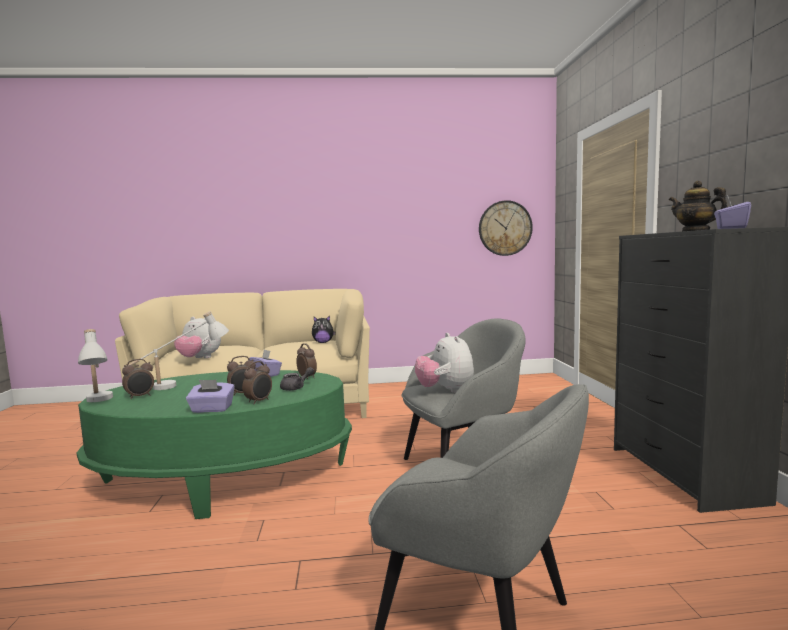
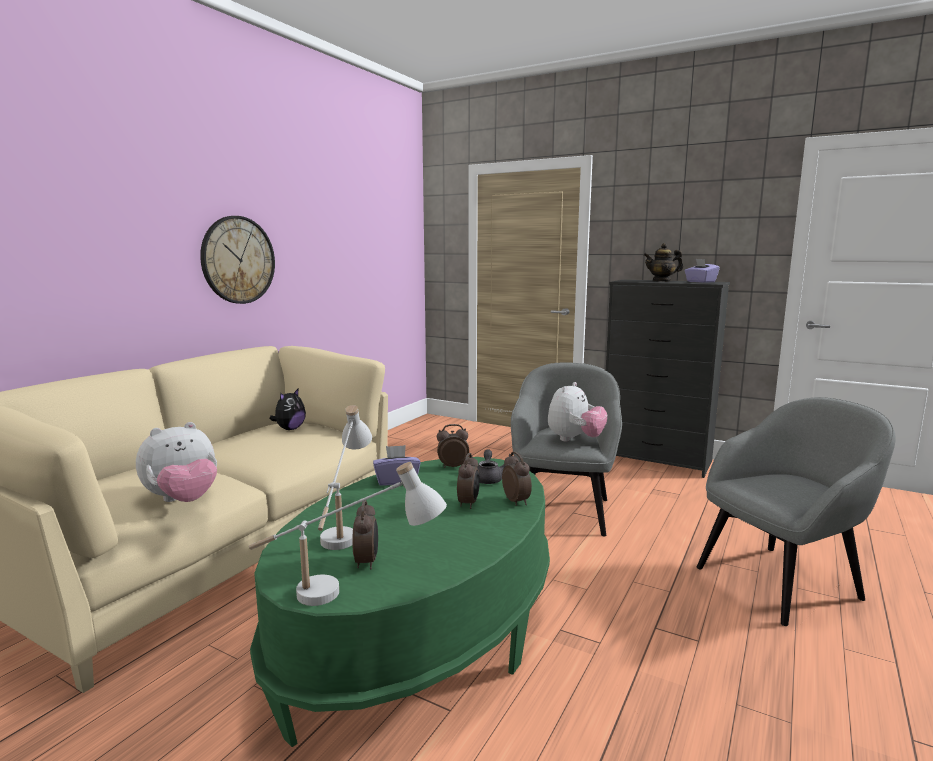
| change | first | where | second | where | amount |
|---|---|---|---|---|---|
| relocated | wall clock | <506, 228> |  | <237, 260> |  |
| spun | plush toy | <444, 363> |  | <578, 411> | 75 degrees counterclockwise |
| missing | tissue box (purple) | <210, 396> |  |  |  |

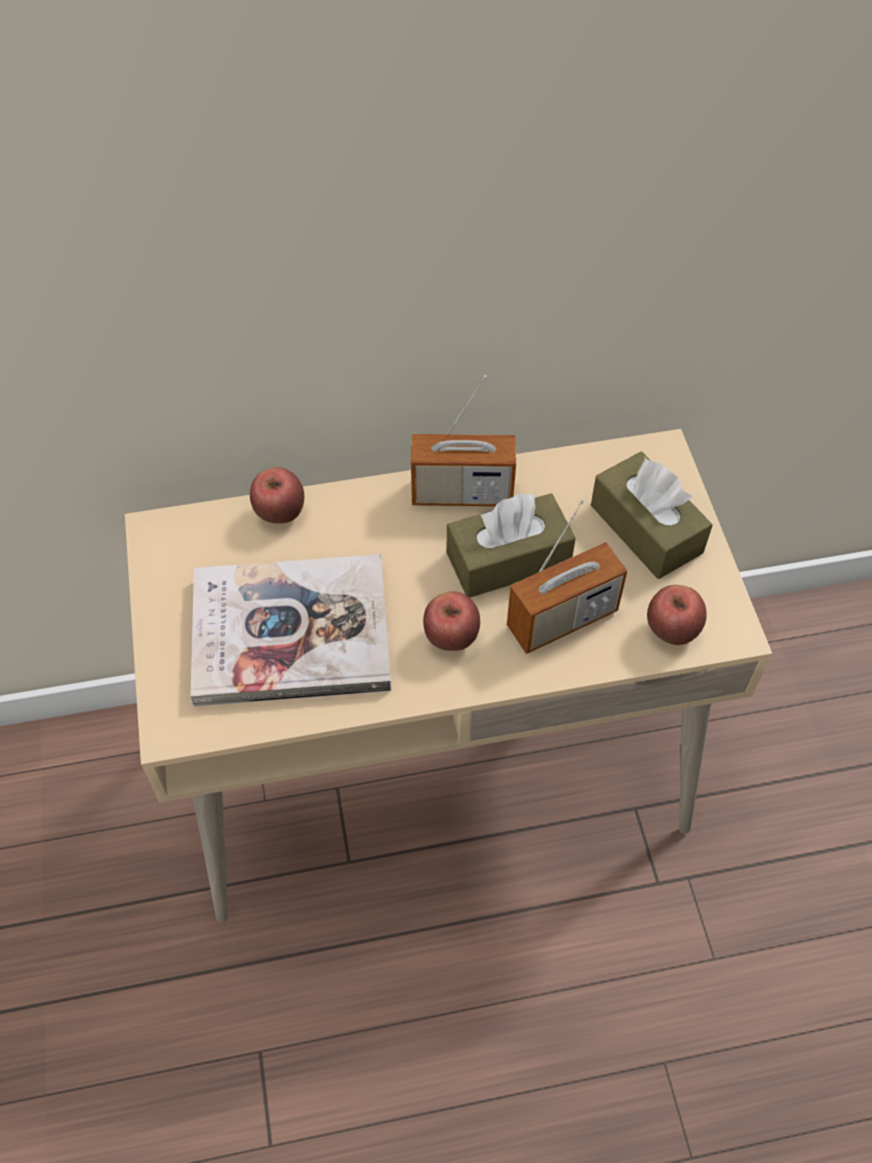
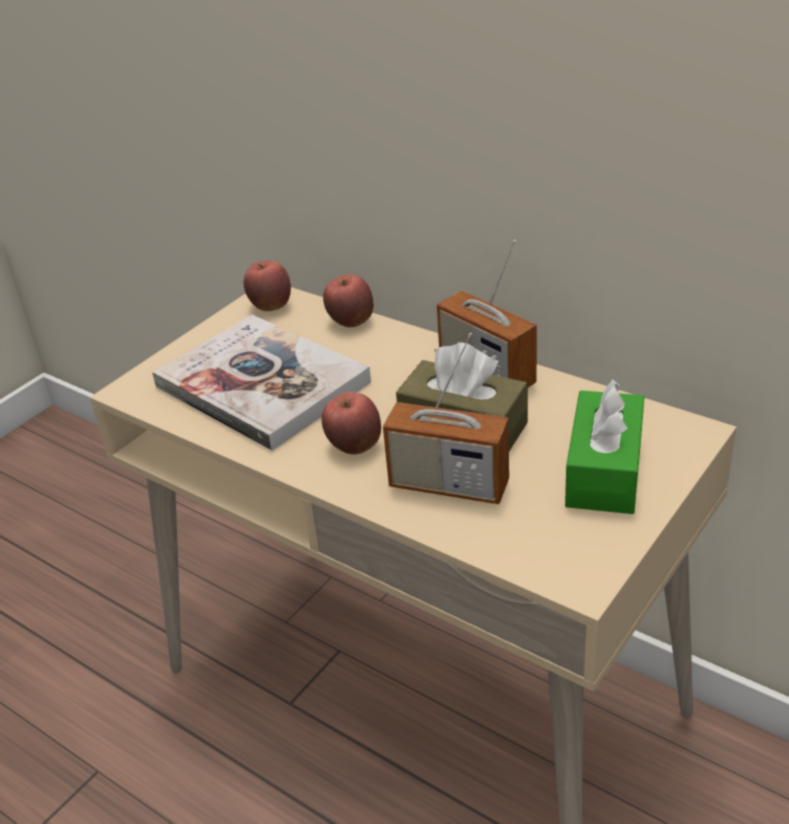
| change | first | where | second | where | amount |
|---|---|---|---|---|---|
| colour | tissue box (brown) | <652, 515> | tissue box (green) | <605, 446> |  |
| relocated | apple | <677, 615> |  | <267, 285> |  |

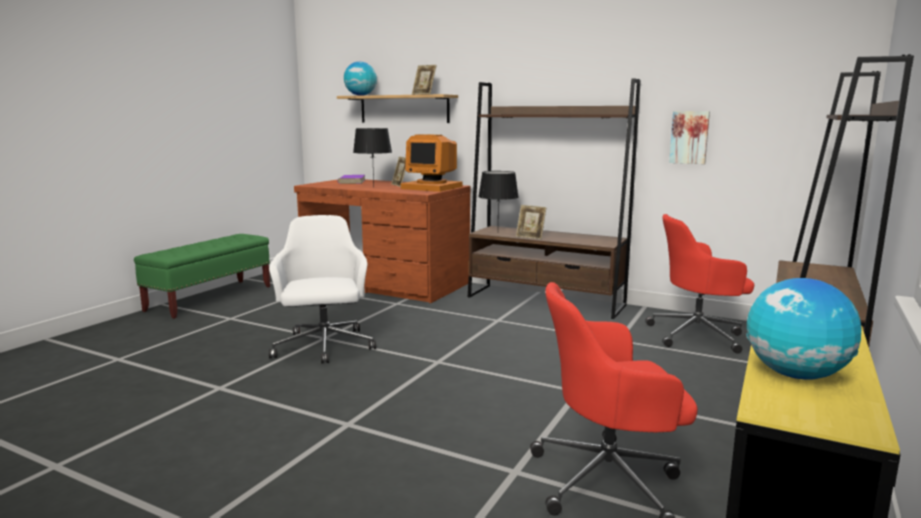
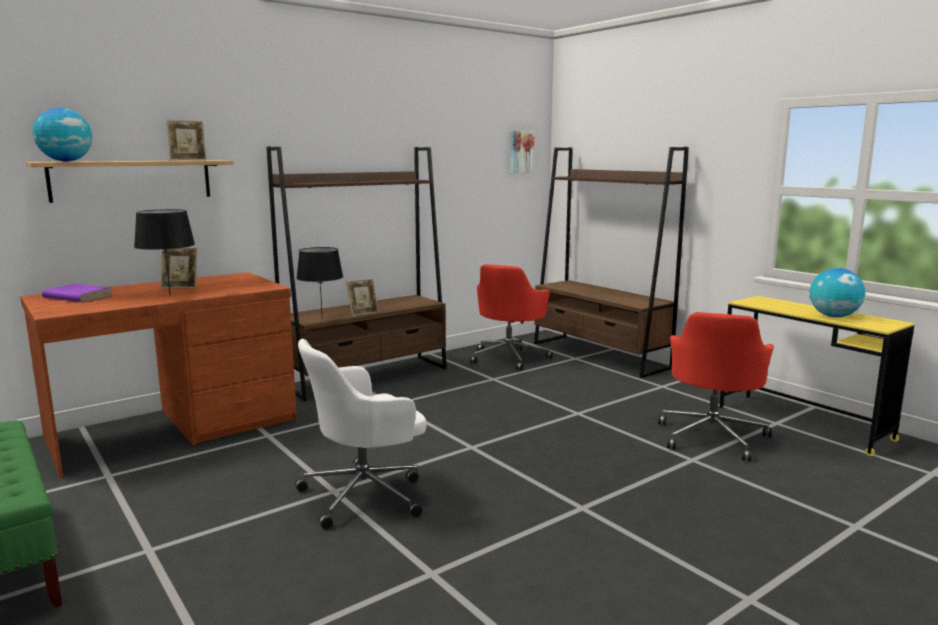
| change | first | where | second | where | amount |
|---|---|---|---|---|---|
| relocated | picture | <689, 137> |  | <522, 151> |  |
| missing | monitor | <431, 163> |  |  |  |
| spun | office chair (white) | <322, 289> |  | <361, 434> | 45 degrees counterclockwise |

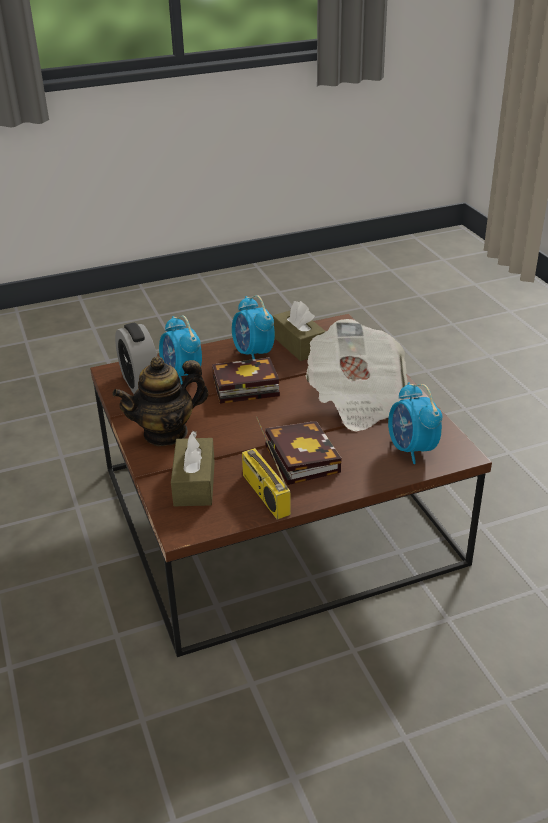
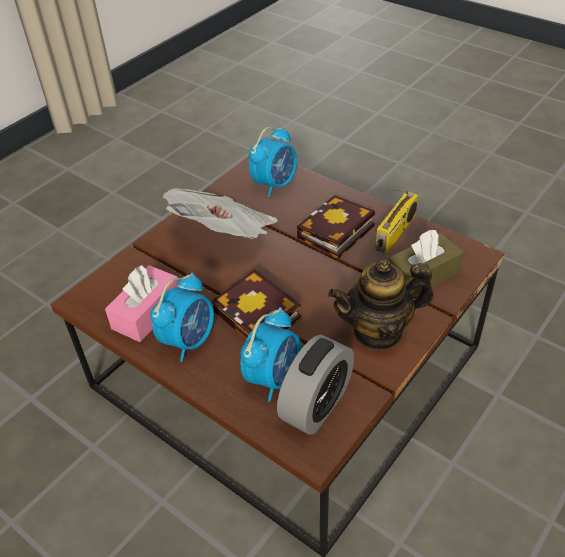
| change | first | where | second | where | amount |
|---|---|---|---|---|---|
| colour | tissue box (brown) | <299, 331> | tissue box (pink) | <141, 303> |  |
| spun | teapot | <160, 401> |  | <380, 304> | 135 degrees clockwise |

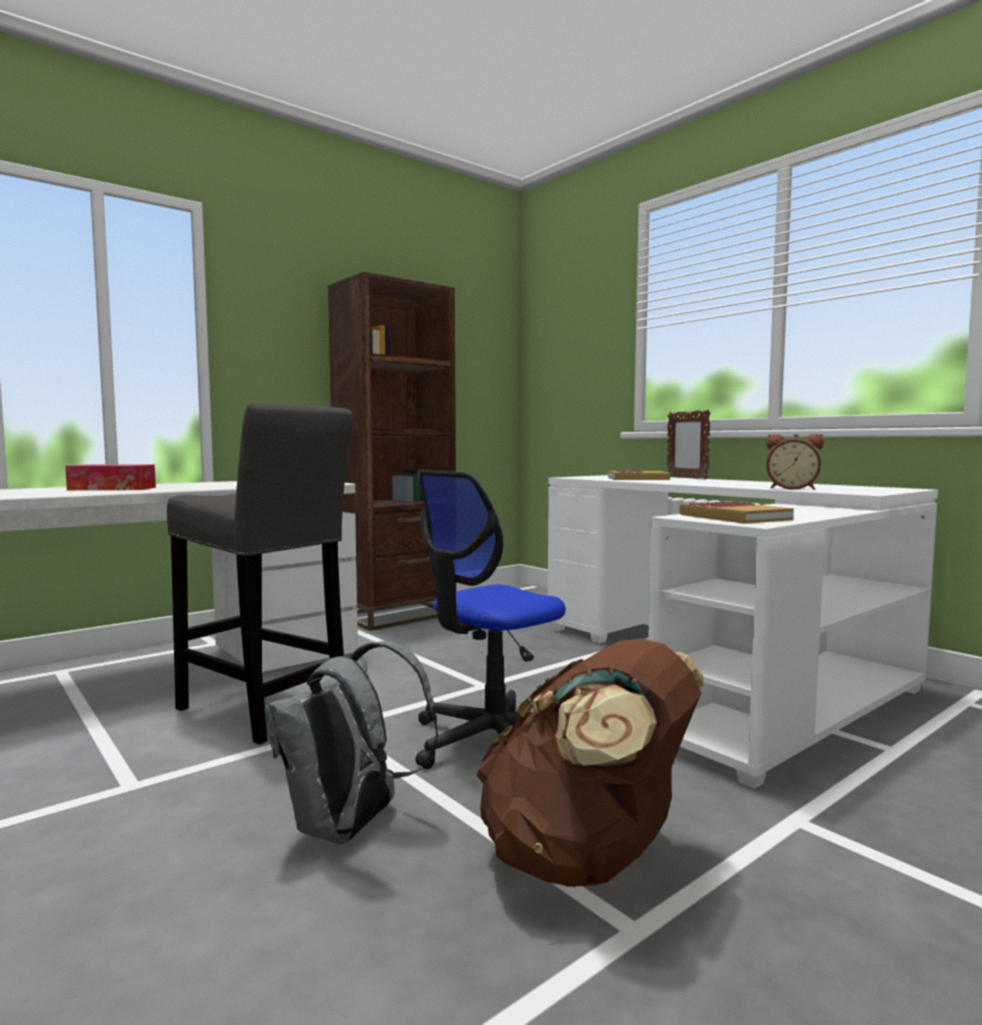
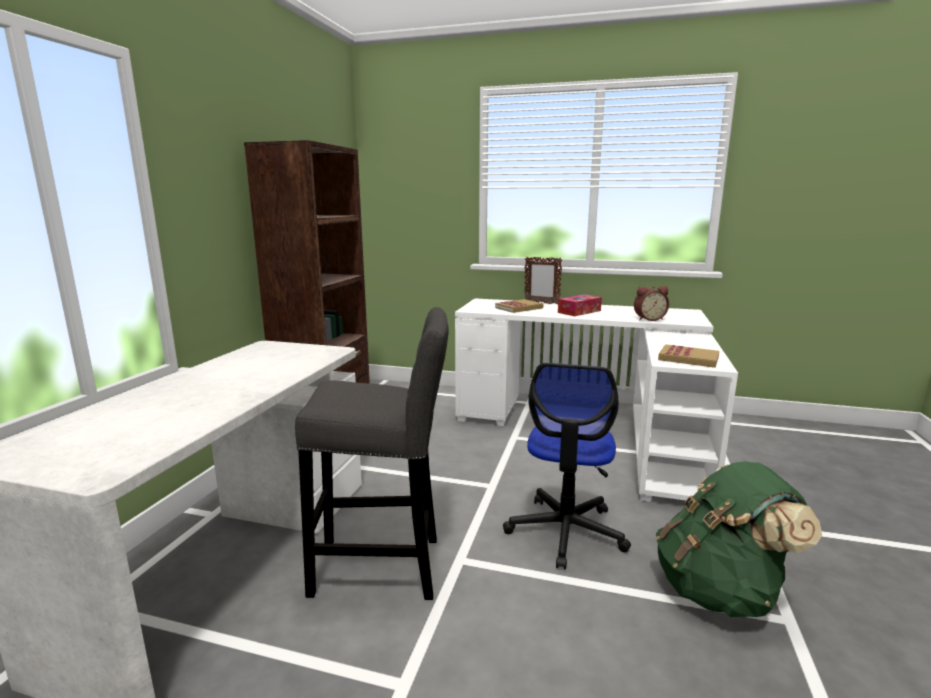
| change | first | where | second | where | amount |
|---|---|---|---|---|---|
| relocated | tissue box | <110, 477> |  | <580, 305> |  |
| colour | backpack (brown) | <590, 762> | backpack (green) | <739, 539> |  |
| missing | backpack (grey) | <351, 742> |  |  |  |

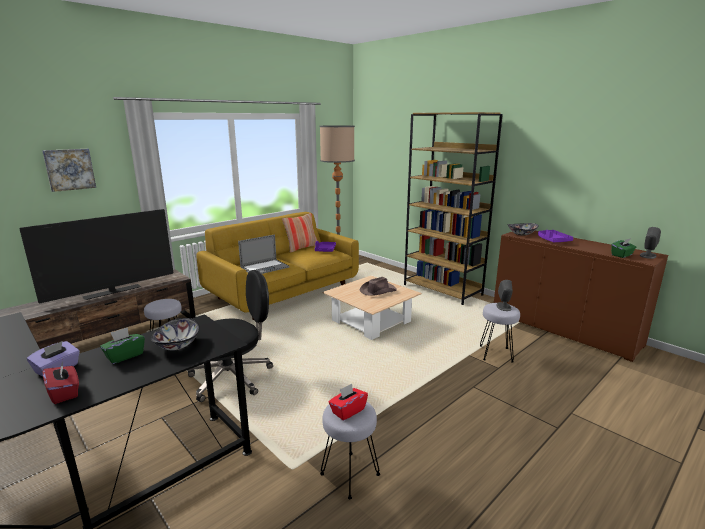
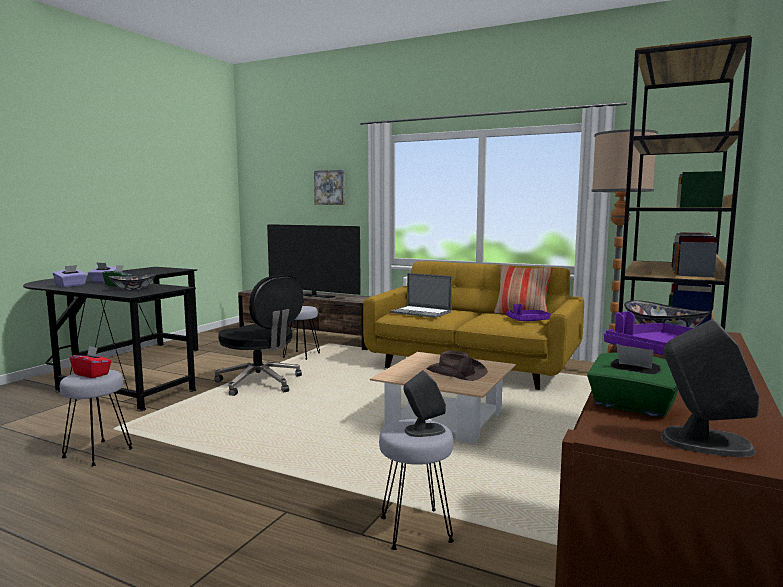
| change | first | where | second | where | amount |
|---|---|---|---|---|---|
| colour | tissue box (red) | <61, 382> | tissue box (purple) | <70, 276> |  |

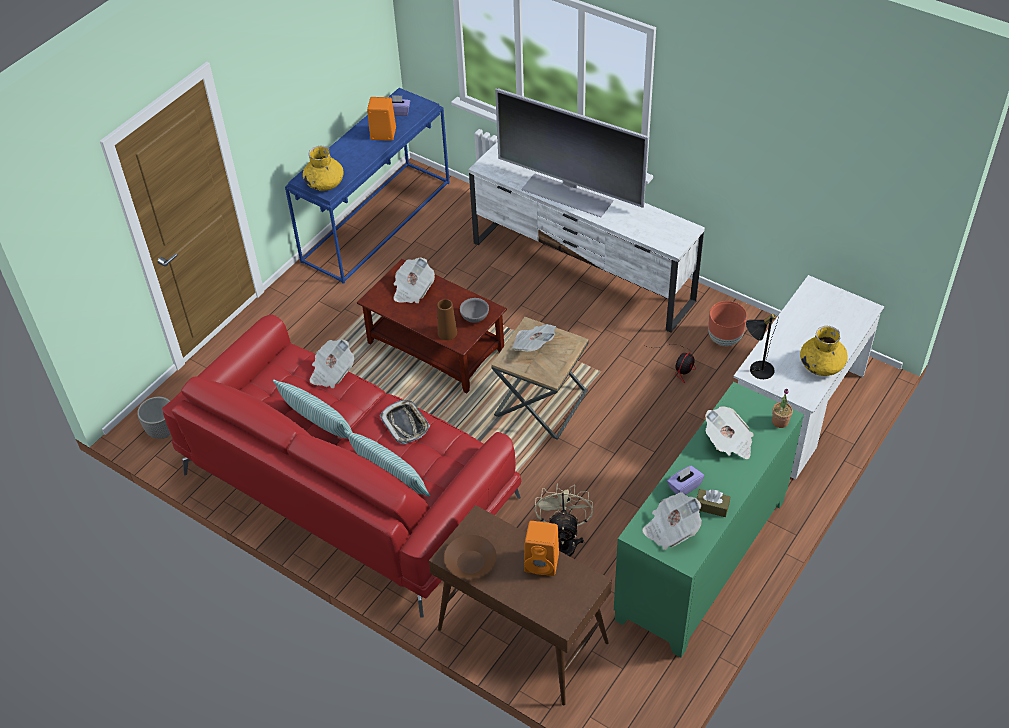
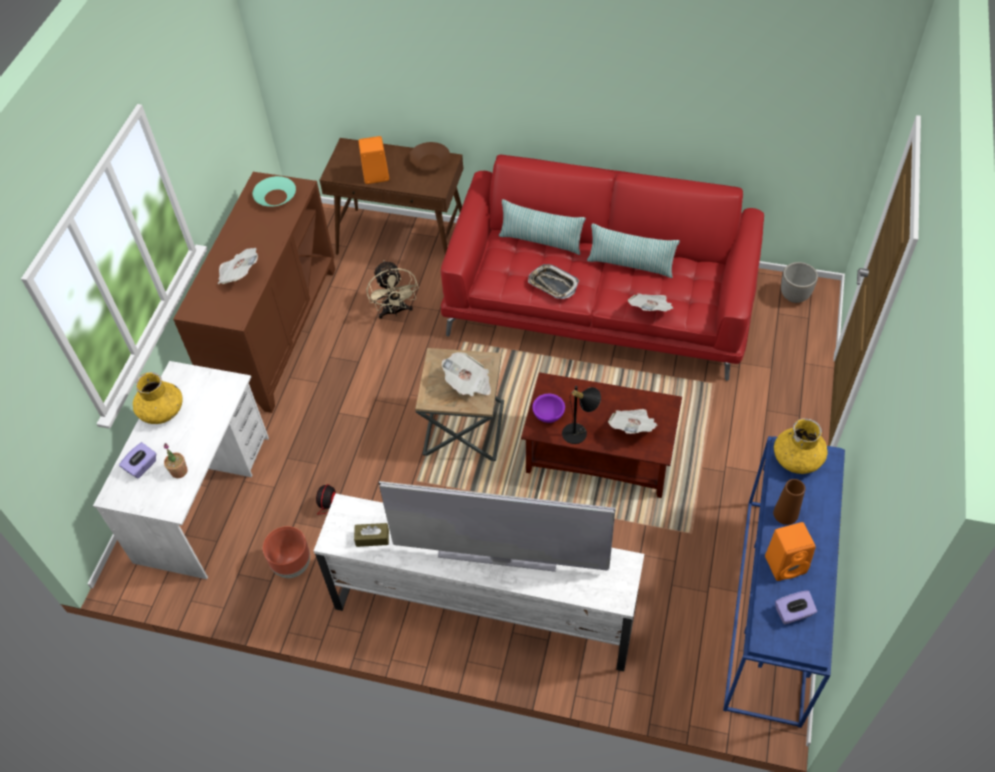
| change | first | where | second | where | amount |
|---|---|---|---|---|---|
| colour | bowl (grey) | <474, 310> | bowl (purple) | <548, 408> |  |
| relocated | vase (brown) | <447, 319> |  | <789, 502> |  |
| relocated | table lamp (black) | <762, 346> |  | <581, 415> |  |
| colour | cabinet (green) | <709, 520> | cabinet (brown) | <254, 292> |  |
| relocated | potted plant | <782, 408> |  | <176, 460> |  |
| relocated | tissue box (purple) | <685, 480> |  | <137, 460> |  |
| relocated | tissue box (brown) | <713, 503> |  | <371, 535> |  |
| exchanged | newspaper | <672, 521> | bowl (turquoise) | <274, 191> |  |

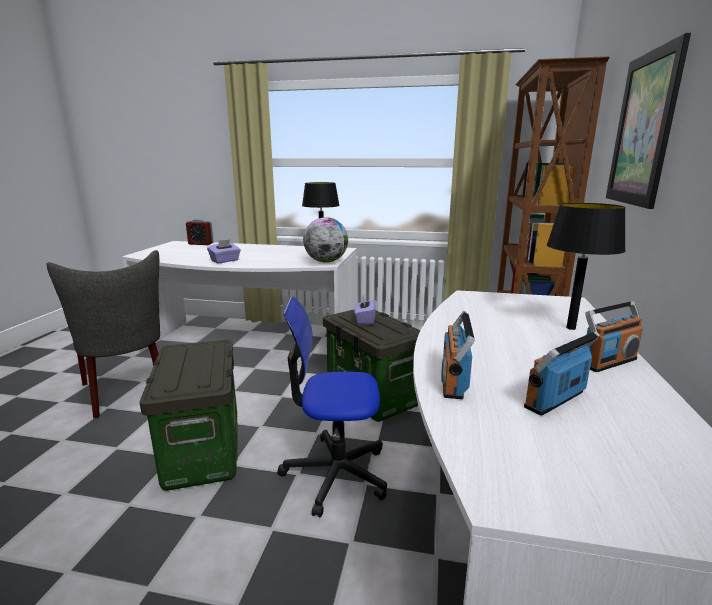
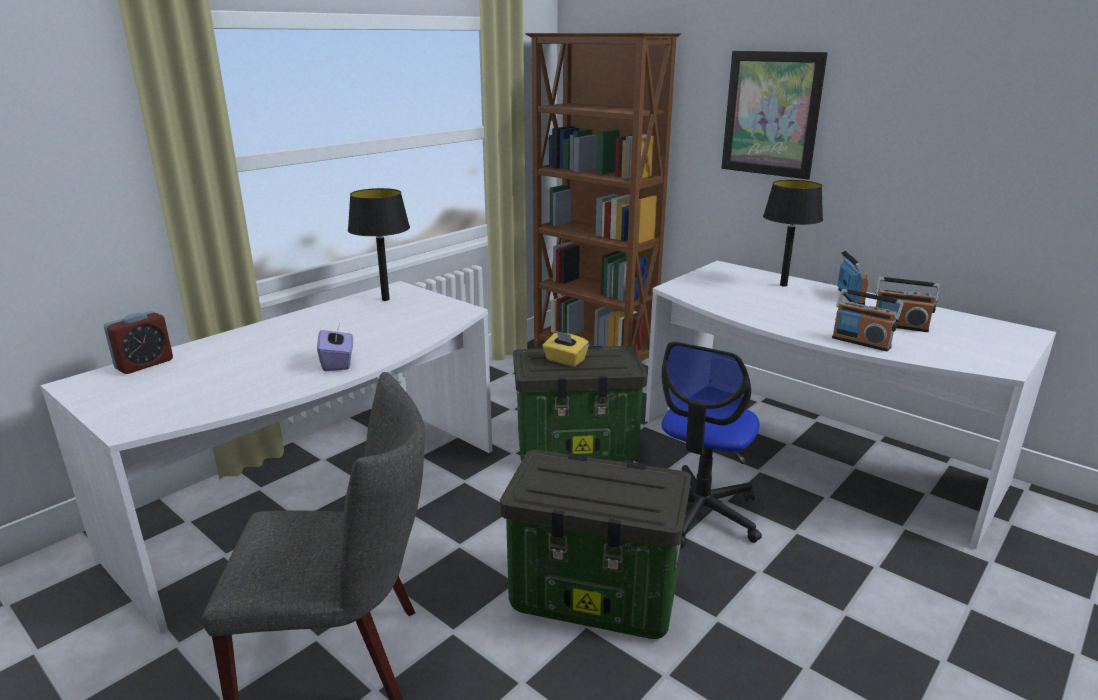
| change | first | where | second | where | amount |
|---|---|---|---|---|---|
| missing | globe | <325, 240> |  |  |  |
| colour | tissue box (purple) | <365, 310> | tissue box (yellow) | <565, 349> |  |
| spun | radio | <562, 373> |  | <907, 304> | 60 degrees counterclockwise |

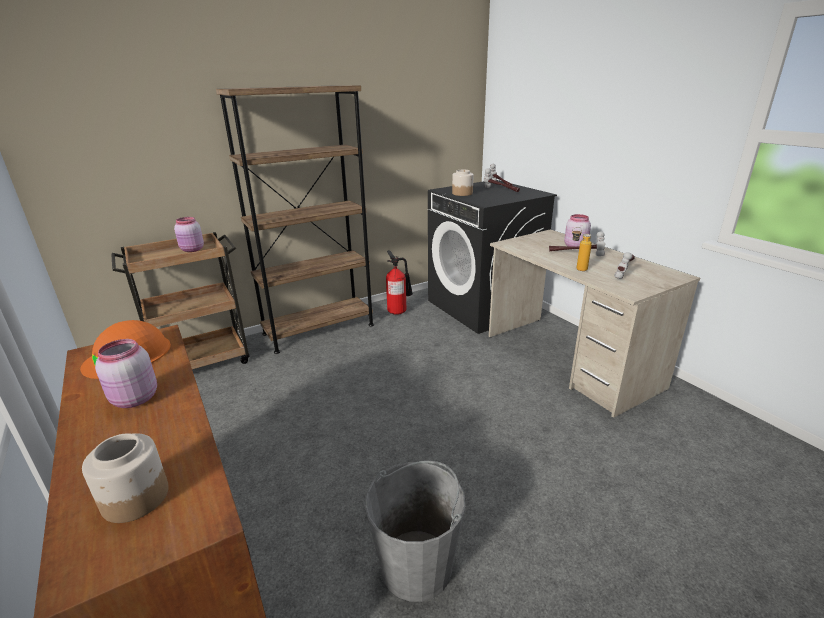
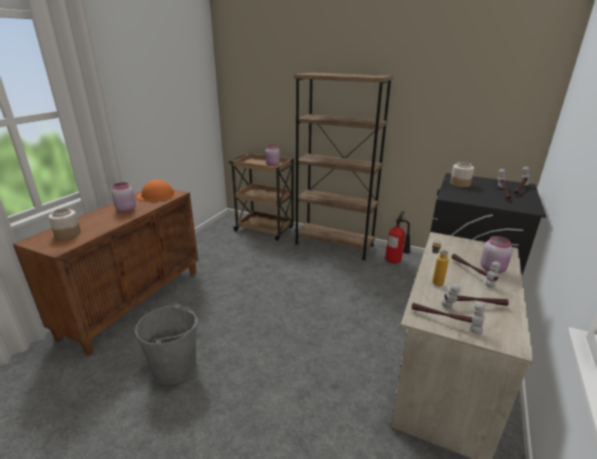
| change | first | where | second | where | amount |
|---|---|---|---|---|---|
| appeared |  |  | hammer | <448, 318> |  |

